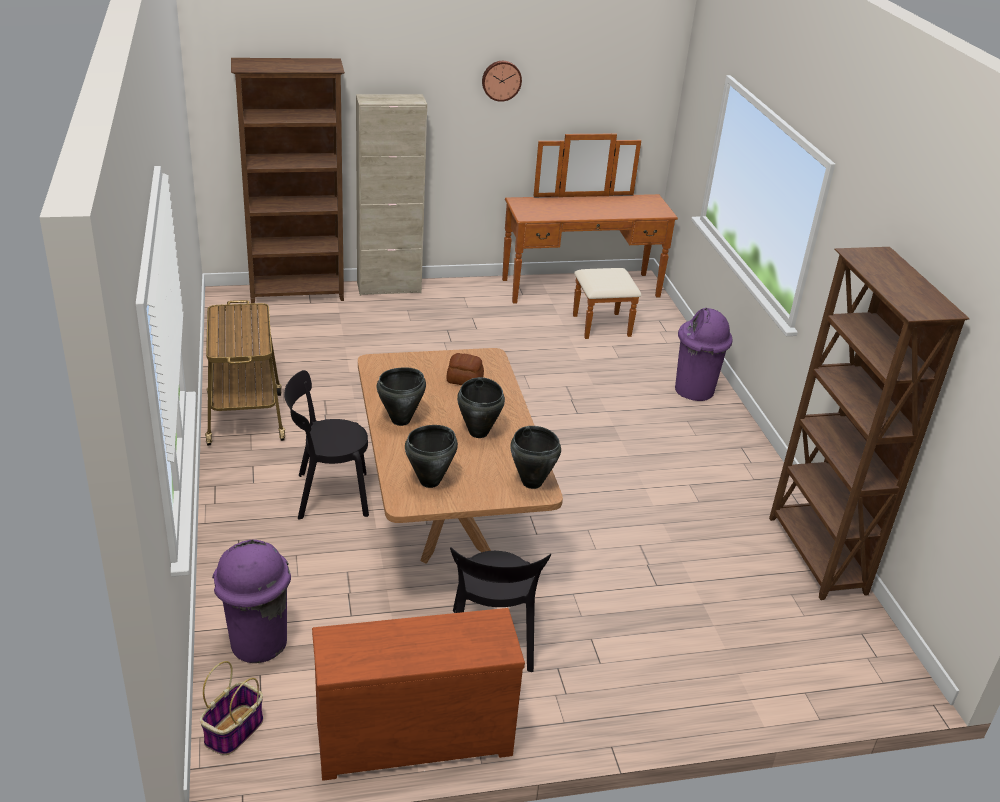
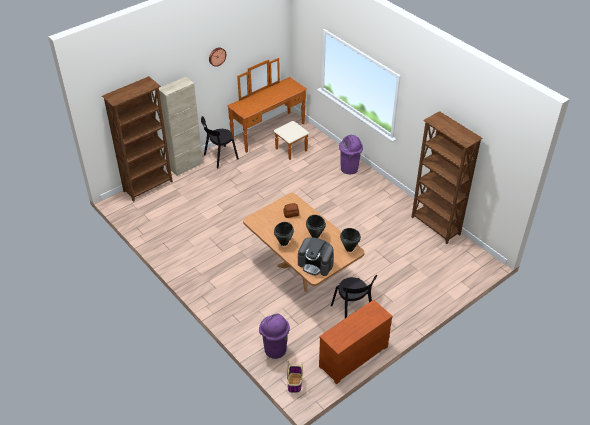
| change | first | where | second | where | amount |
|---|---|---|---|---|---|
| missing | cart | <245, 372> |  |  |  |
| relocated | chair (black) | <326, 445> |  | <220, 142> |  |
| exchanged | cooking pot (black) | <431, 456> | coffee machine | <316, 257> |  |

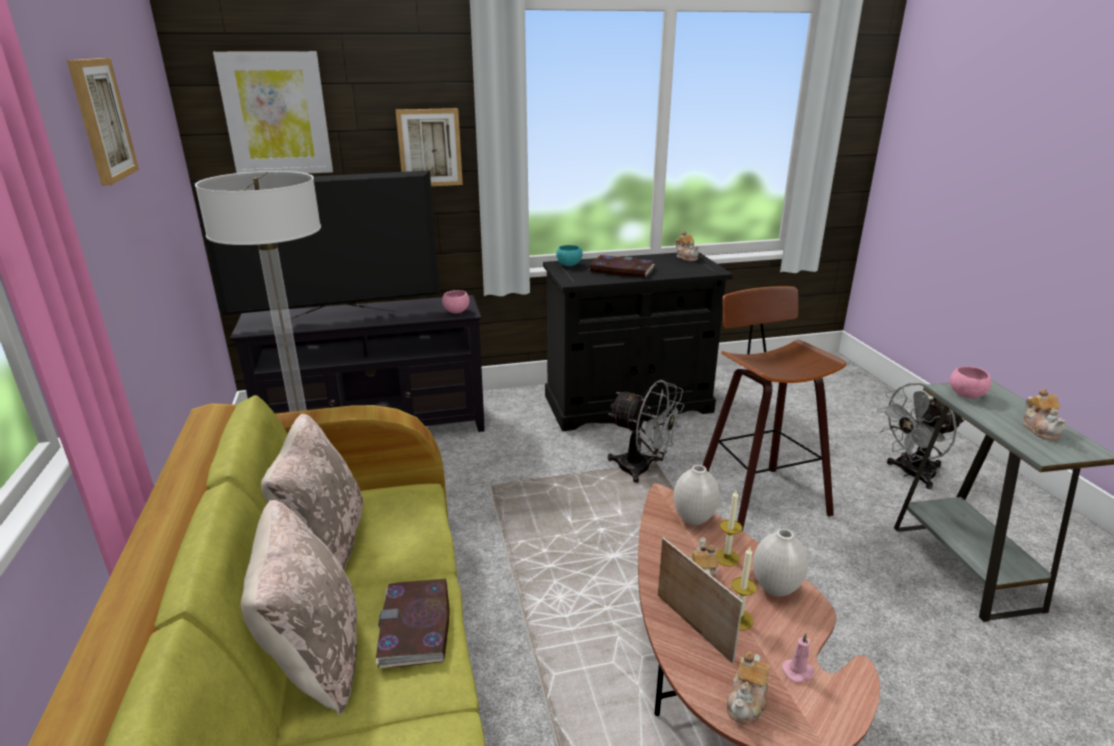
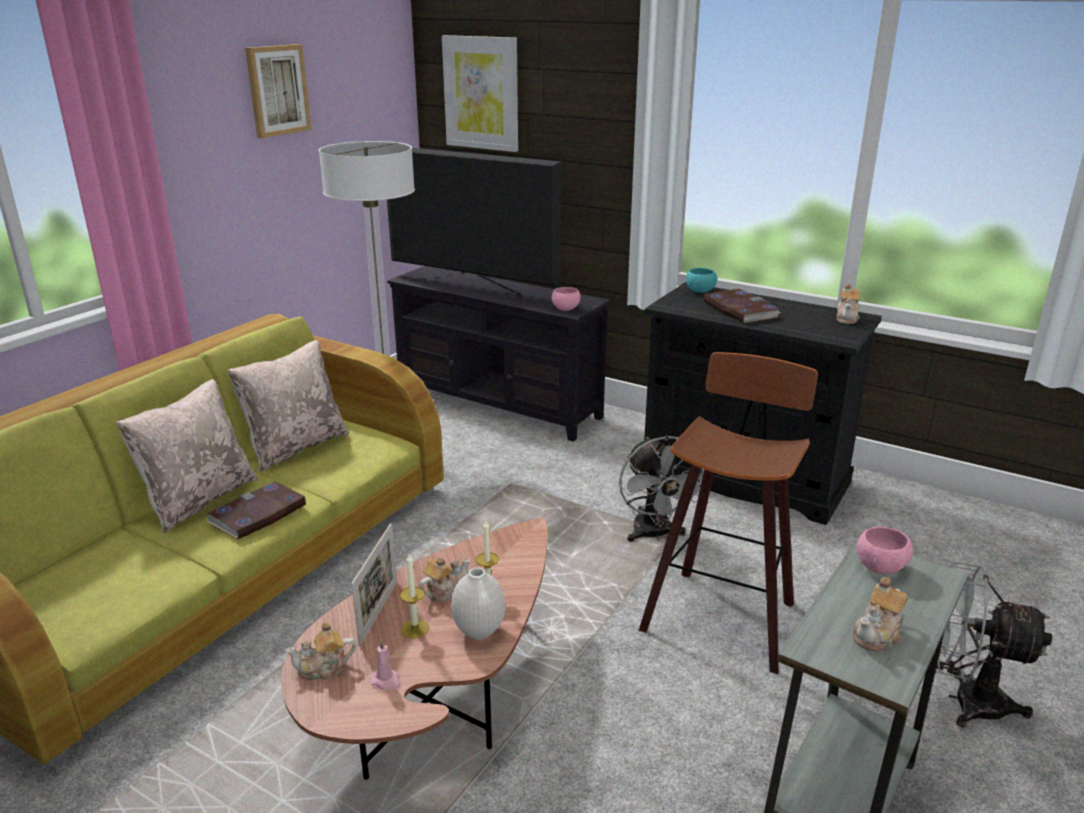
| change | first | where | second | where | amount |
|---|---|---|---|---|---|
| missing | picture | <429, 147> |  |  |  |
| missing | vase (white) | <696, 495> |  |  |  |

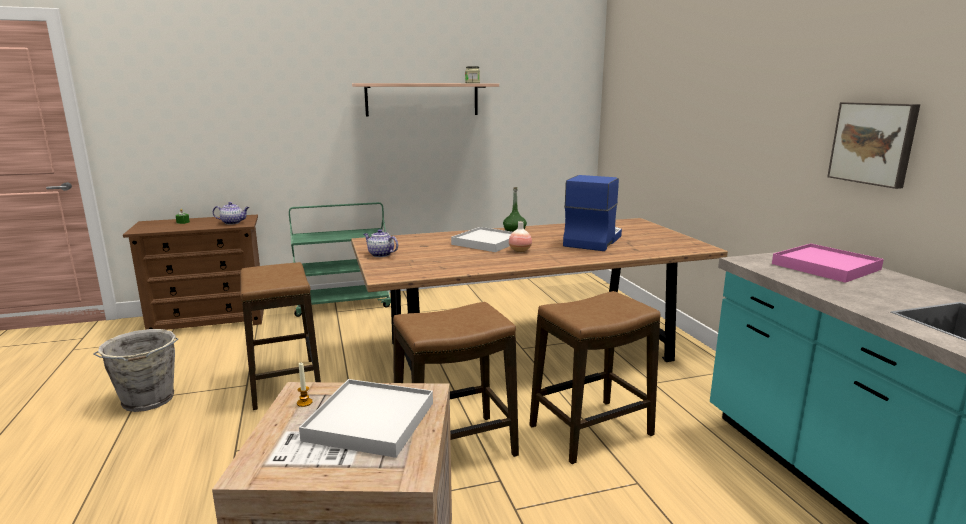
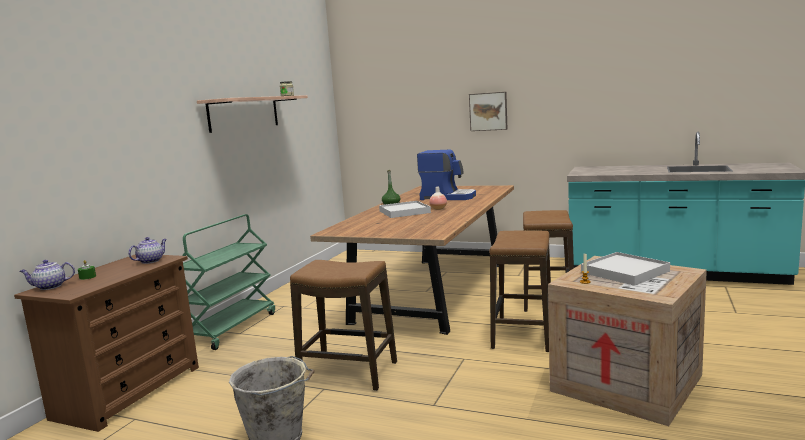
| change | first | where | second | where | amount |
|---|---|---|---|---|---|
| relocated | picture | <873, 145> |  | <488, 111> |  |
| spun | coffee machine | <592, 213> |  | <446, 175> | 135 degrees clockwise |
| relocated | teapot | <381, 243> |  | <47, 275> |  |
| missing | tray (pink) | <828, 263> |  |  |  |

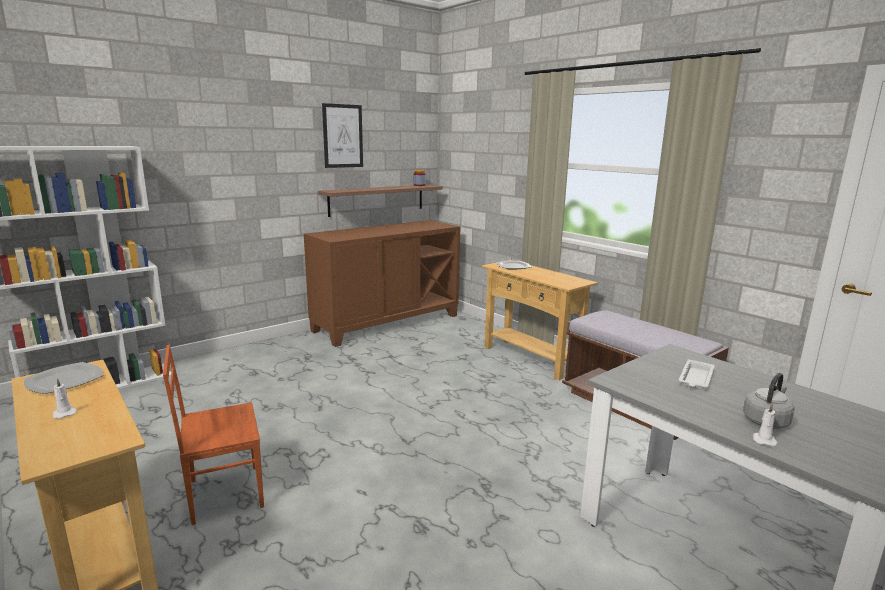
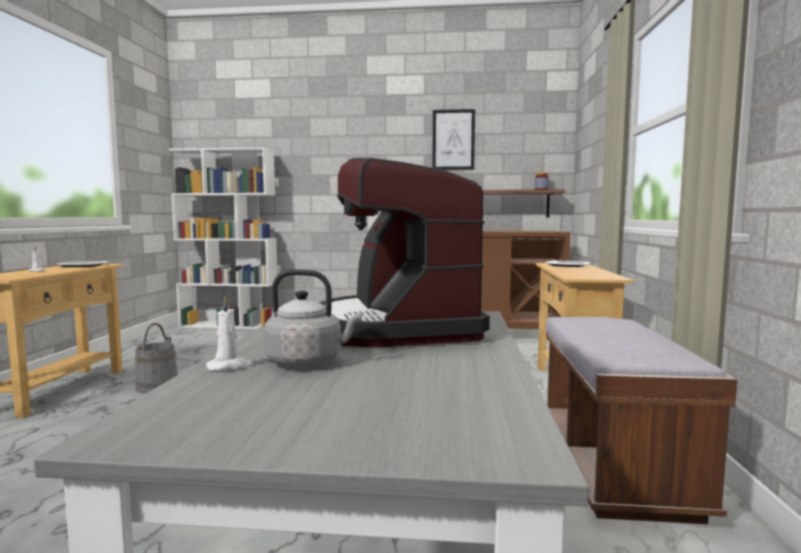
| change | first | where | second | where | amount |
|---|---|---|---|---|---|
| exchanged | chair (brown) | <213, 435> | bucket (grey) | <156, 358> |  |
| exchanged | tray (white) | <697, 374> | coffee machine | <404, 252> |  |

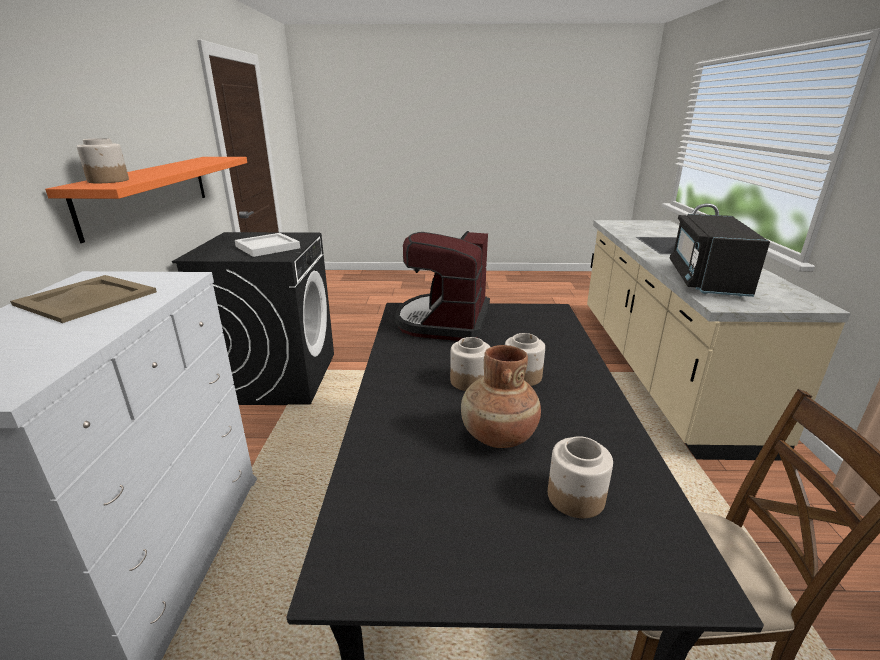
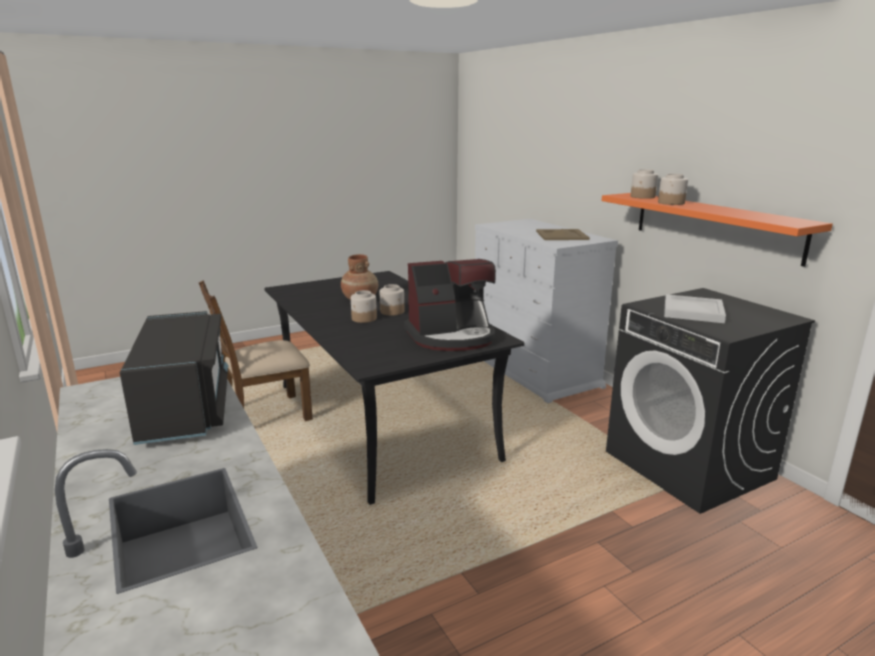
| change | first | where | second | where | amount |
|---|---|---|---|---|---|
| spun | coffee machine | <442, 286> |  | <450, 305> | 90 degrees clockwise |
| relocated | jar | <580, 477> |  | <673, 189> |  |

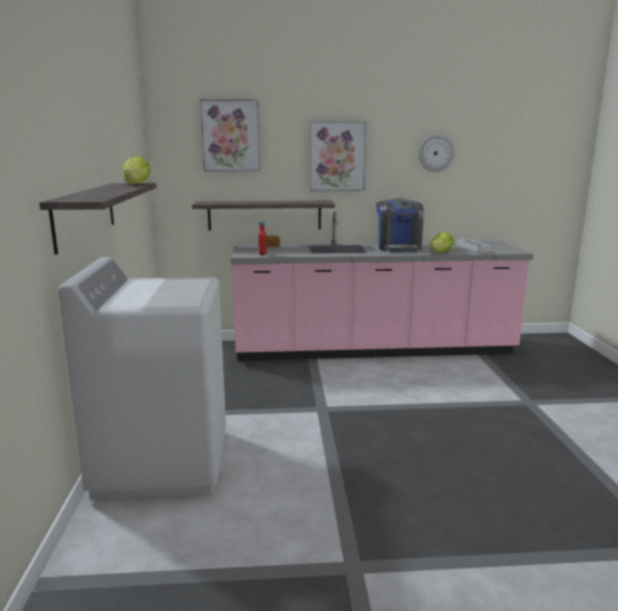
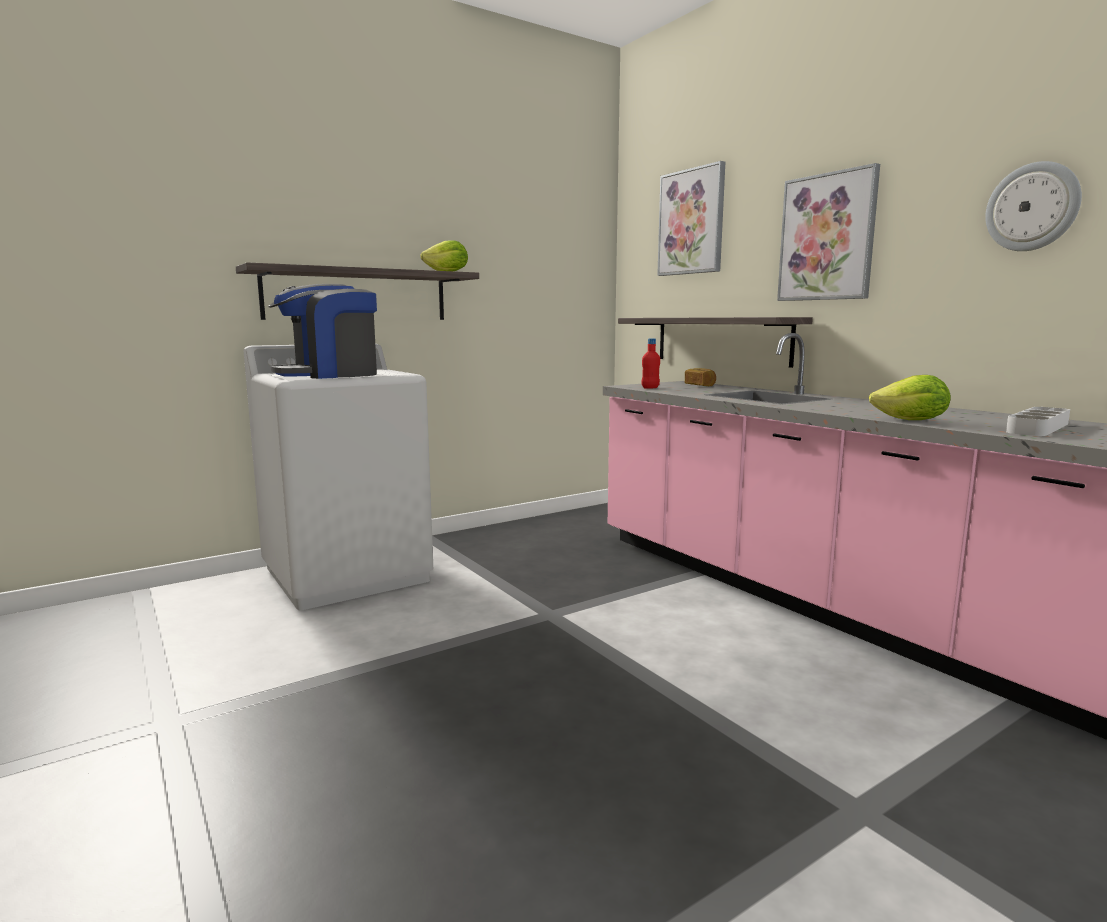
| change | first | where | second | where | amount |
|---|---|---|---|---|---|
| relocated | coffee machine | <400, 225> |  | <322, 331> |  |

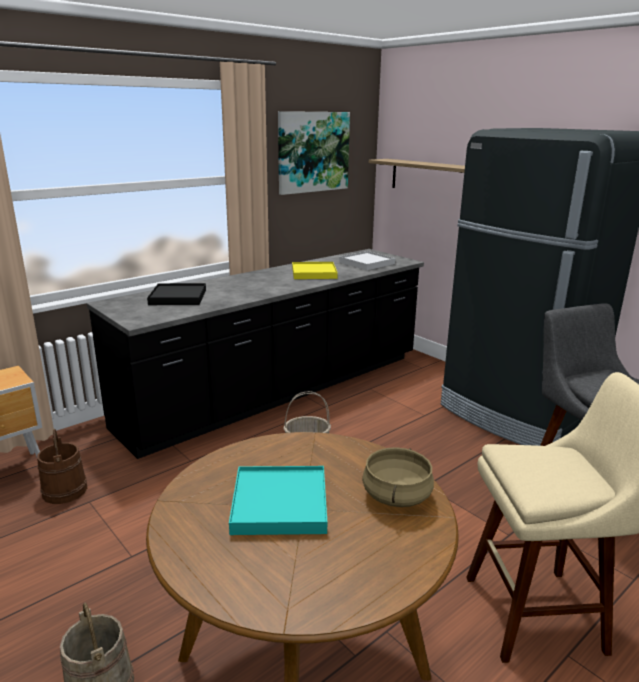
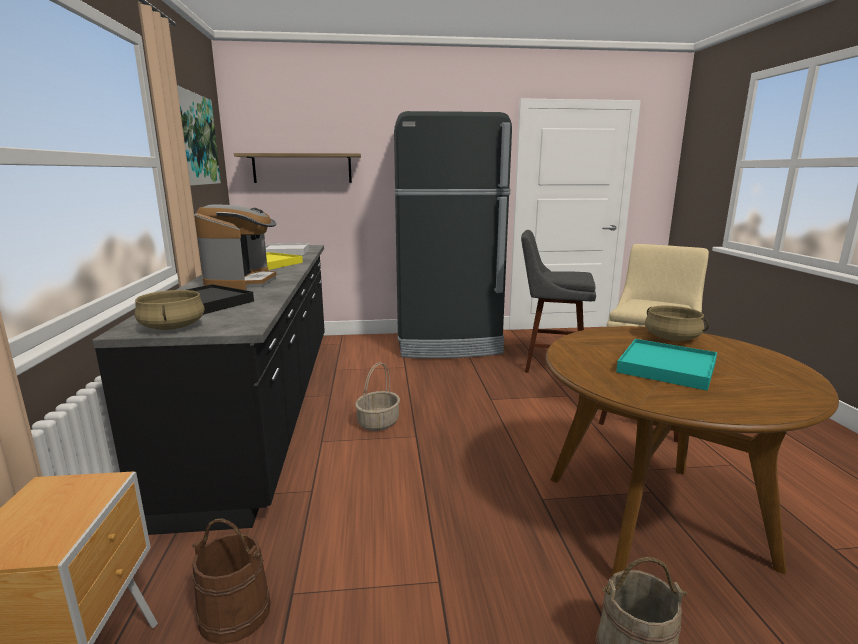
| change | first | where | second | where | amount |
|---|---|---|---|---|---|
| appeared |  |  | coffee machine | <235, 247> |  |
| appeared |  |  | cooking pot (beige) | <169, 310> |  |

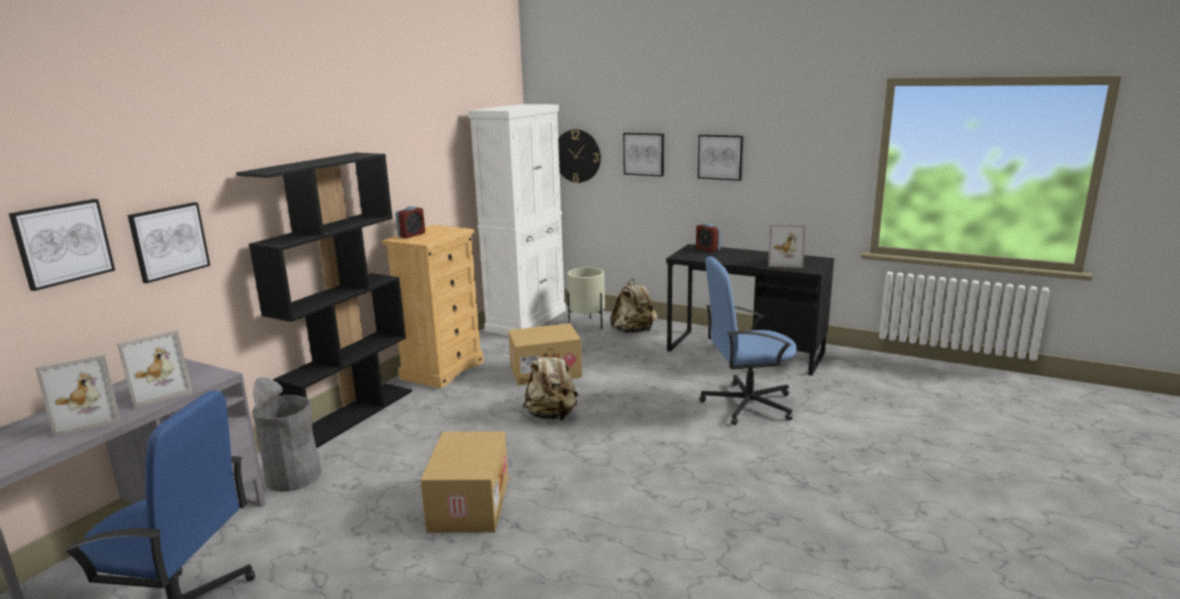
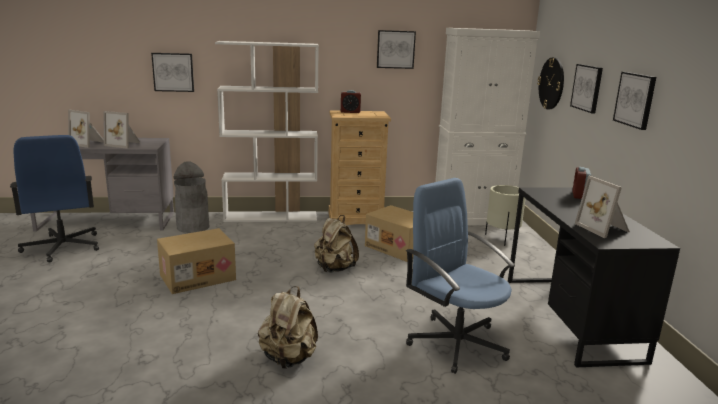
| change | first | where | second | where | amount |
|---|---|---|---|---|---|
| colour | bookcase (black) | <324, 300> | bookcase (white) | <267, 131> |  |
| relocated | picture | <62, 245> |  | <396, 49> |  |
| relocated | backpack (beige) | <634, 306> |  | <288, 327> |  |

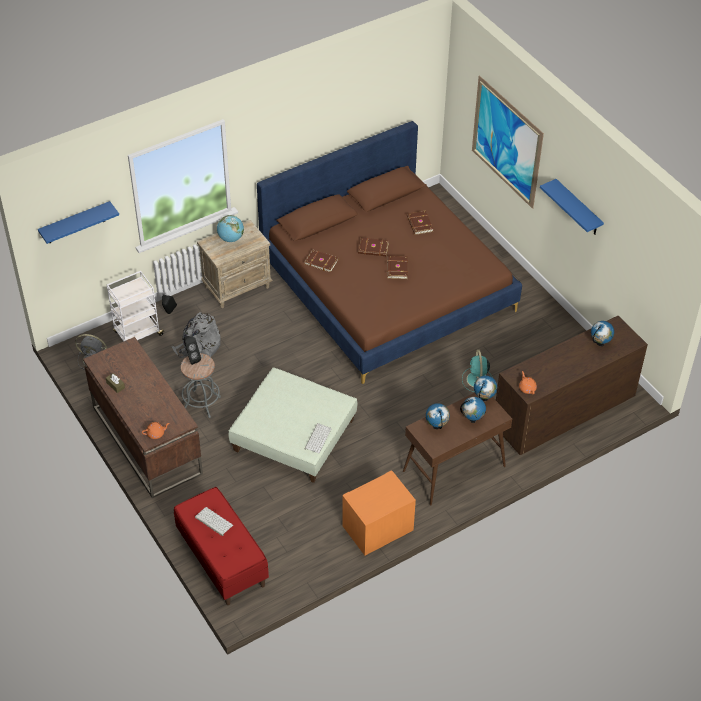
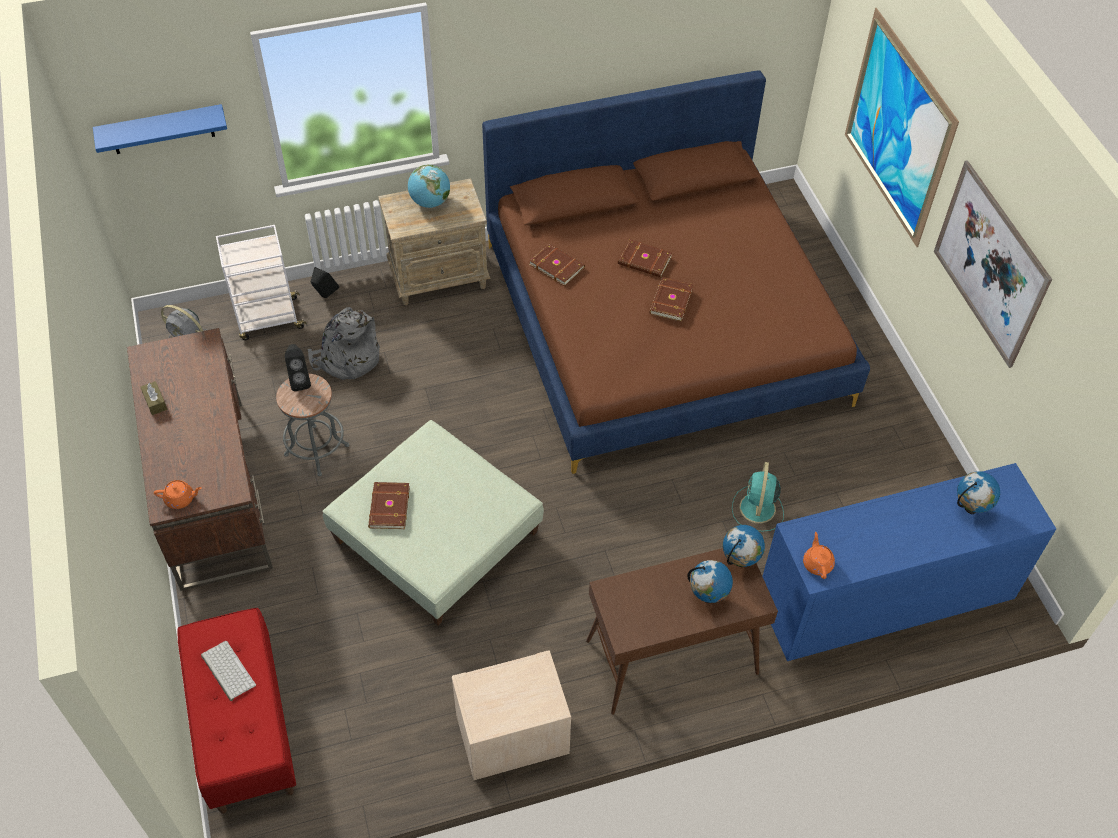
| change | first | where | second | where | amount |
|---|---|---|---|---|---|
| exchanged | shelf (blue) | <572, 207> | picture | <993, 264> |  |
| relocated | book (brown) | <420, 223> |  | <389, 505> |  |
| colour | dresser (brown) | <572, 385> | dresser (blue) | <909, 562> |  |
| missing | globe | <438, 416> |  |  |  |
| missing | keyboard | <317, 438> |  |  |  |
| colour | nightstand (orange) | <379, 512> | nightstand (beige) | <511, 715> |  |

